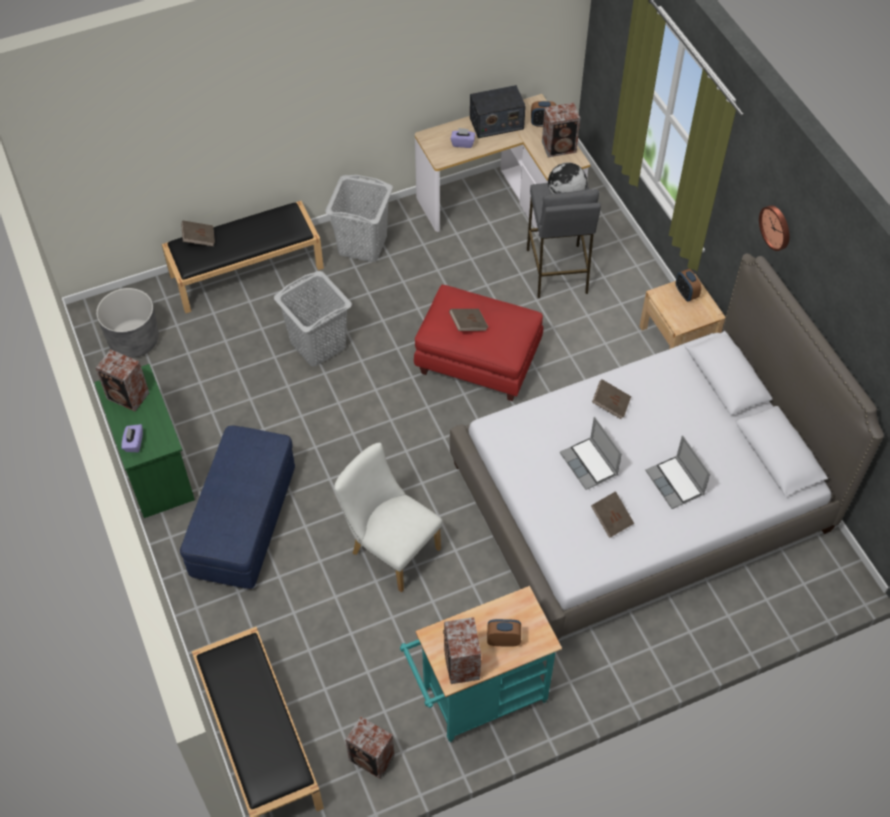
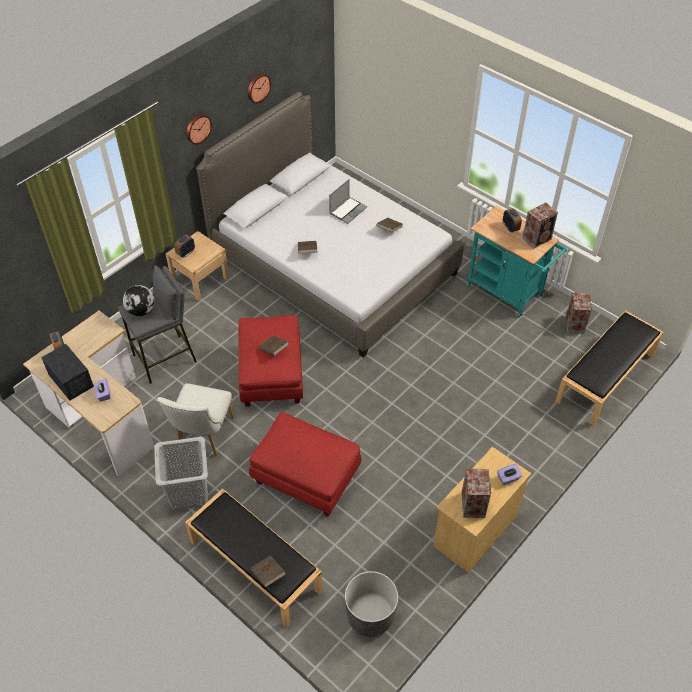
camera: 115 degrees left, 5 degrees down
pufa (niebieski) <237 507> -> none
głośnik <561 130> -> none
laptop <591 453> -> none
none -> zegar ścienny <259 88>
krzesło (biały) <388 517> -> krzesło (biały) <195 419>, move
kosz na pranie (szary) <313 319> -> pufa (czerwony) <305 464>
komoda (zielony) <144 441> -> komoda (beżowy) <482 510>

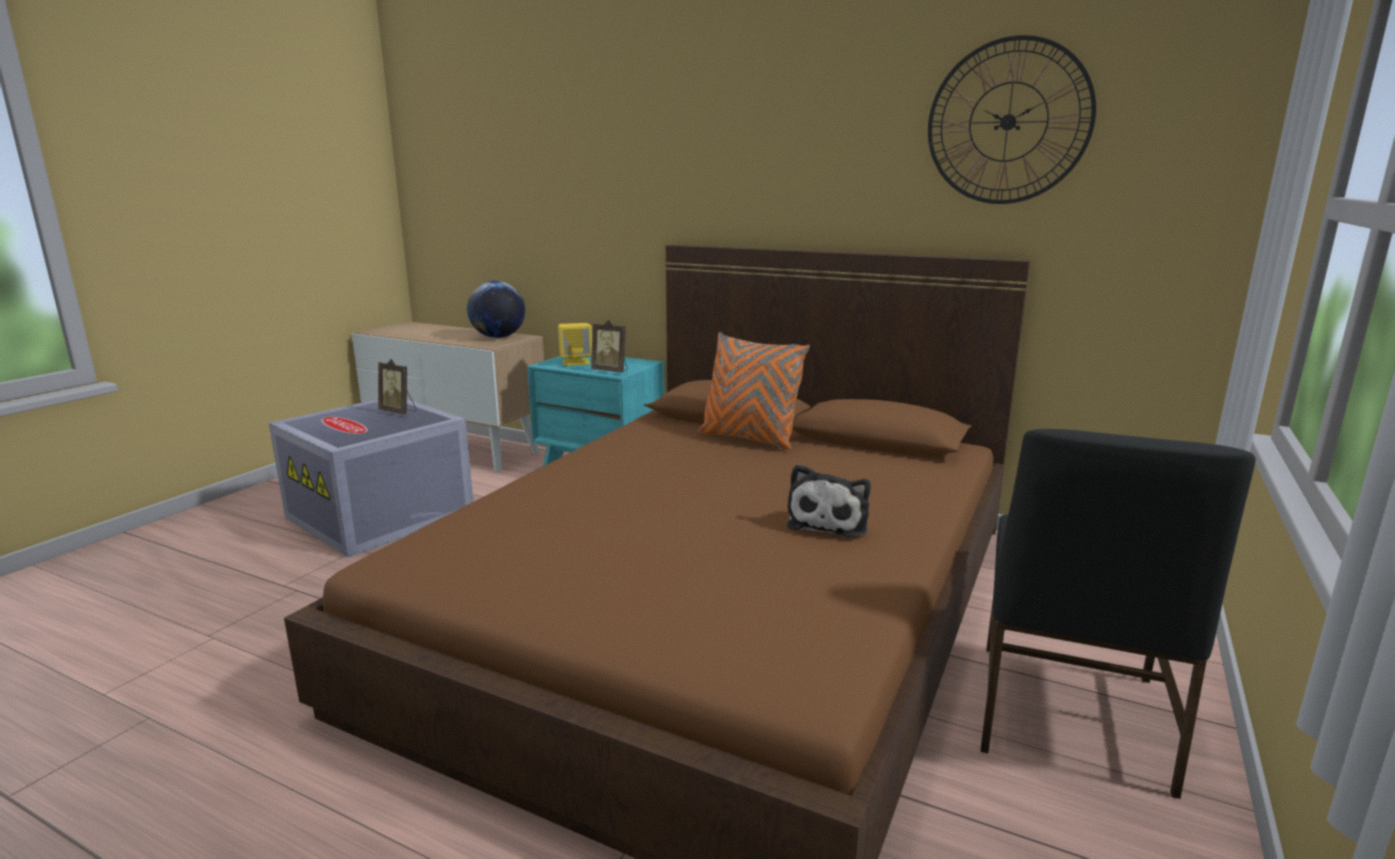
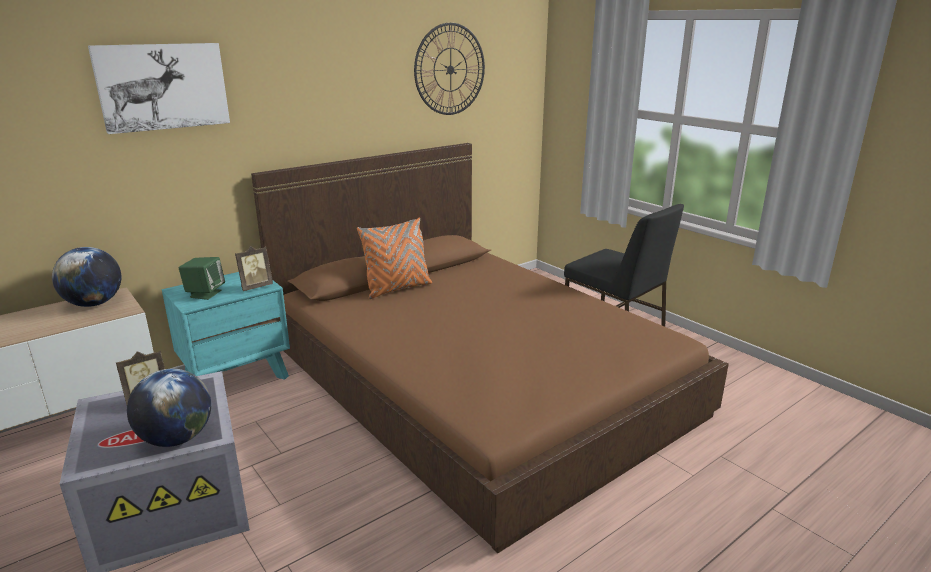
camera: 65 degrees left, 5 degrees up
pluszak <829 501> -> none
none -> obraz <159 88>
none -> globus <169 408>
głośnik (żółty) <575 344> -> głośnik (zielony) <202 278>

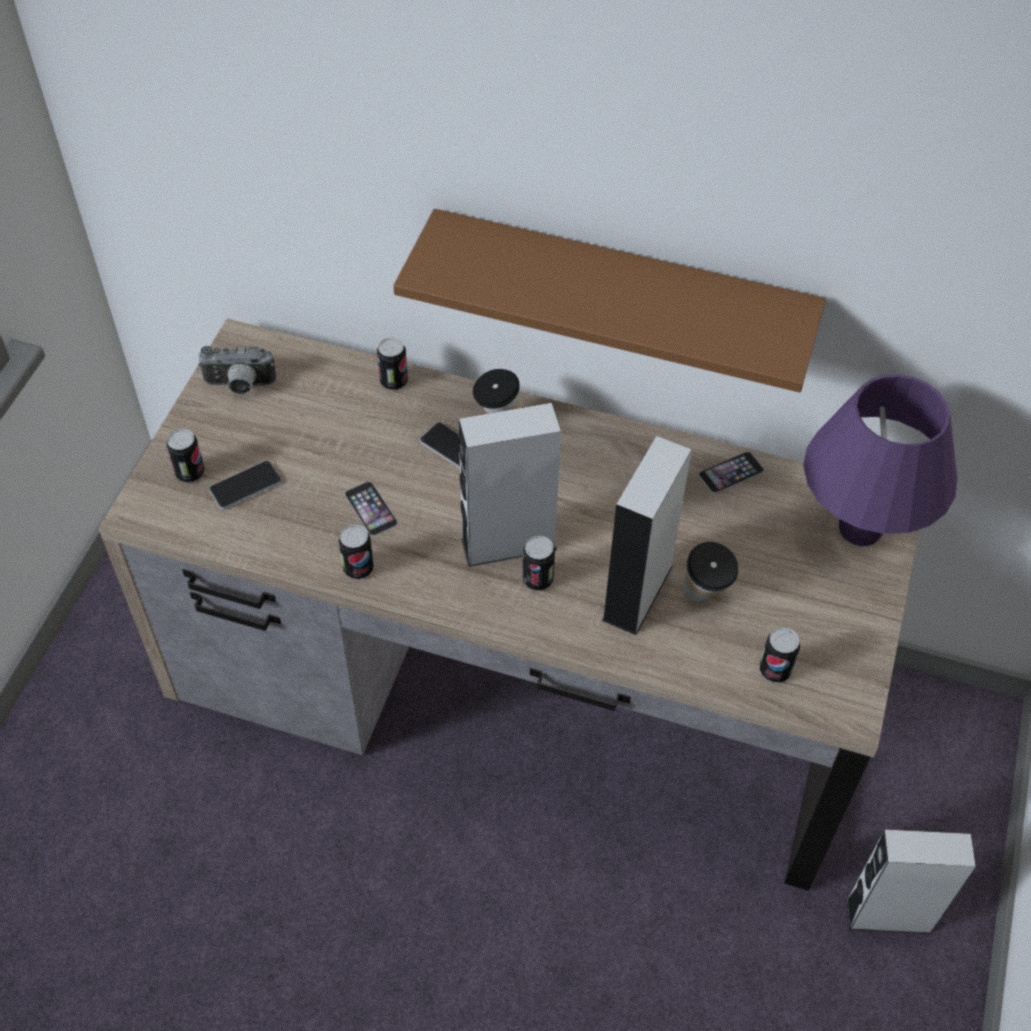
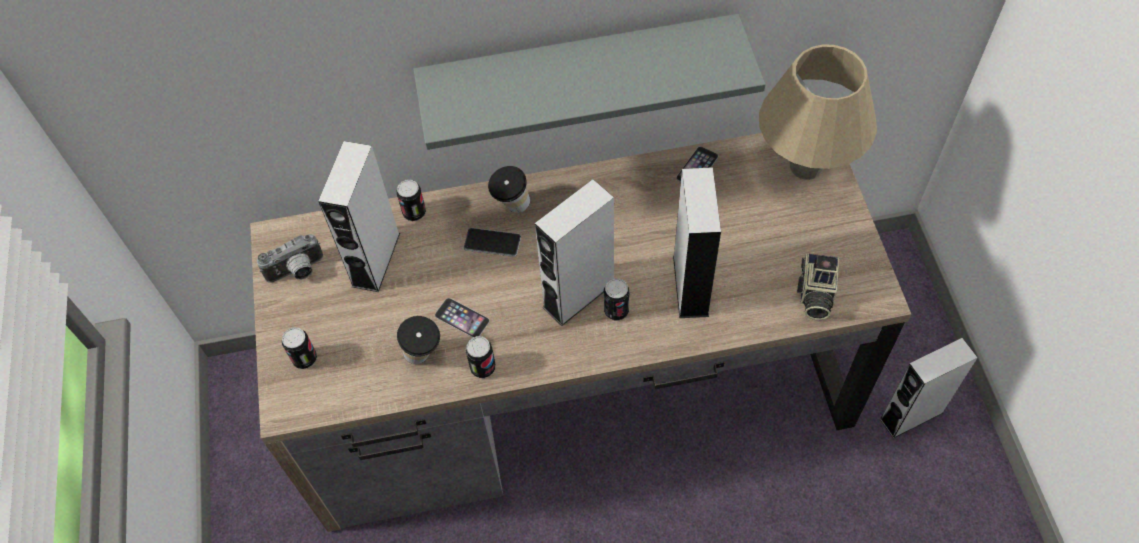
camera: 25 degrees left, 5 degrees up
telefon <245 485> -> none
none -> głośnik (szary) <359 216>
filiżanka <711 572> -> filiżanka <418 340>, move
puszka <779 655> -> aparat fotograficzny <818 286>
półka (brązowy) <609 300> -> półka (szary) <589 82>
lampa stołowa (fioletowy) <880 460> -> lampa stołowa (beżowy) <818 112>

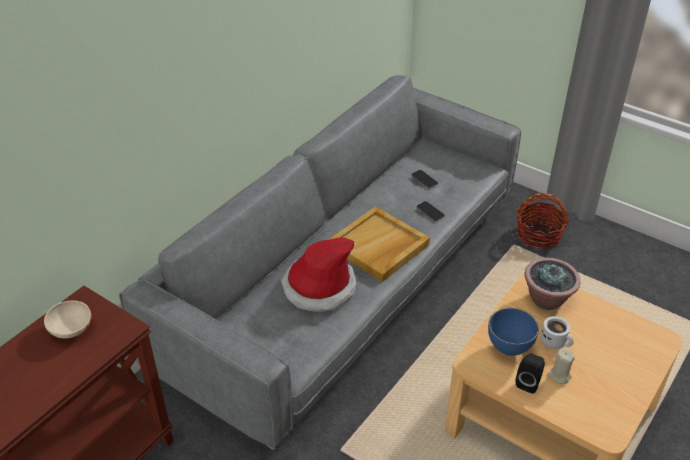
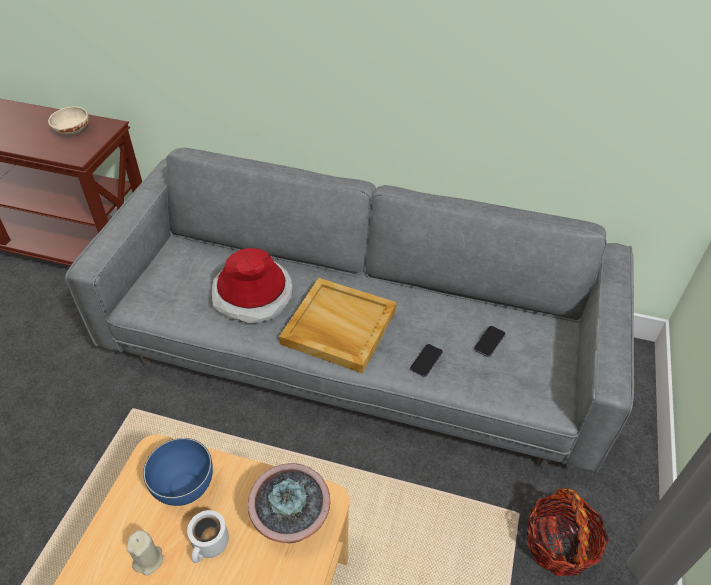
camera: 70 degrees right, 5 degrees up
głośnik (czarny) <530 373> -> none

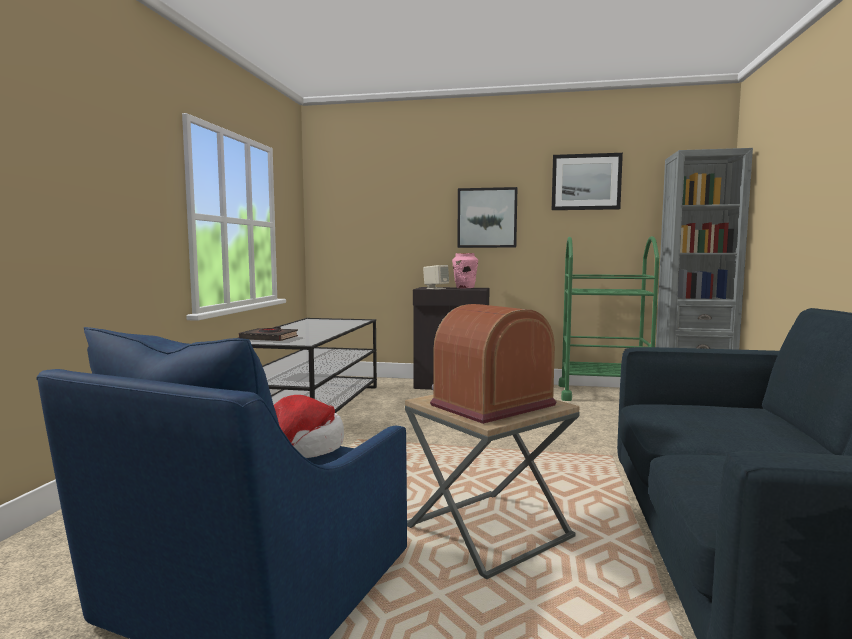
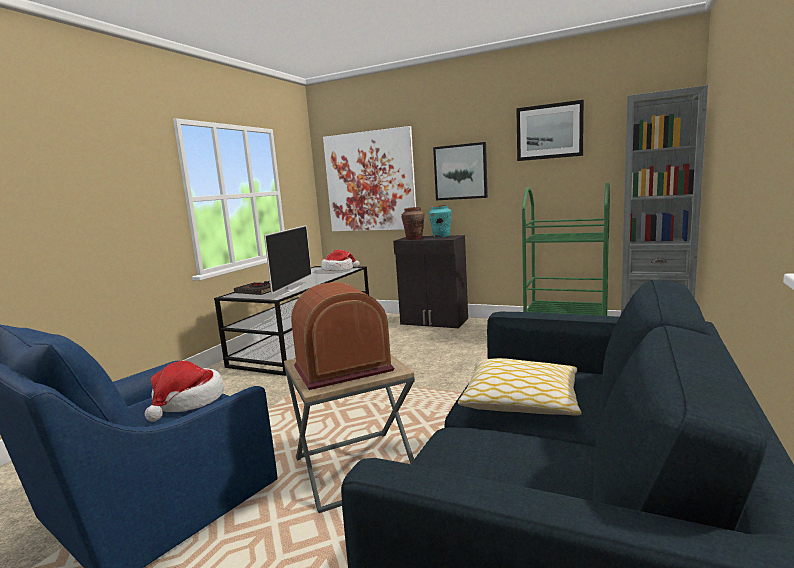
camera: 15 degrees right, 5 degrees up
none -> telewizor <288 260>
none -> kapelusz <340 260>
none -> obraz <369 178>
none -> poduszka <520 386>
głośnik (beżowy) <436 277> -> wazon (brązowy) <412 223>
wazon (różowy) <465 271> -> wazon (turkusowy) <440 221>

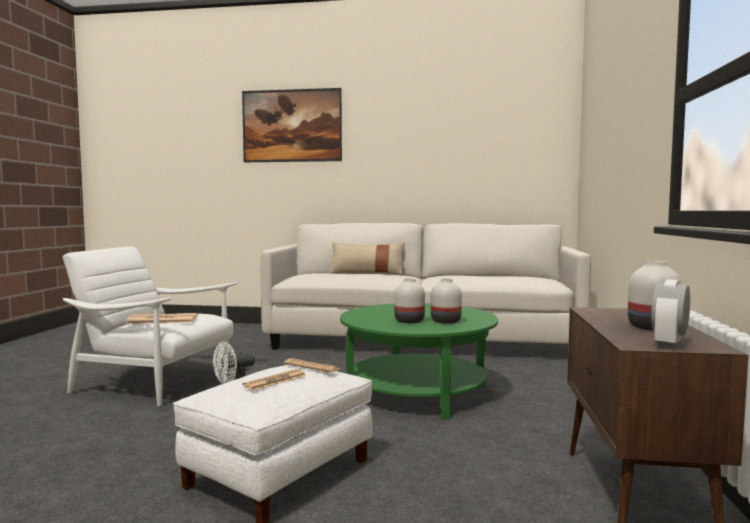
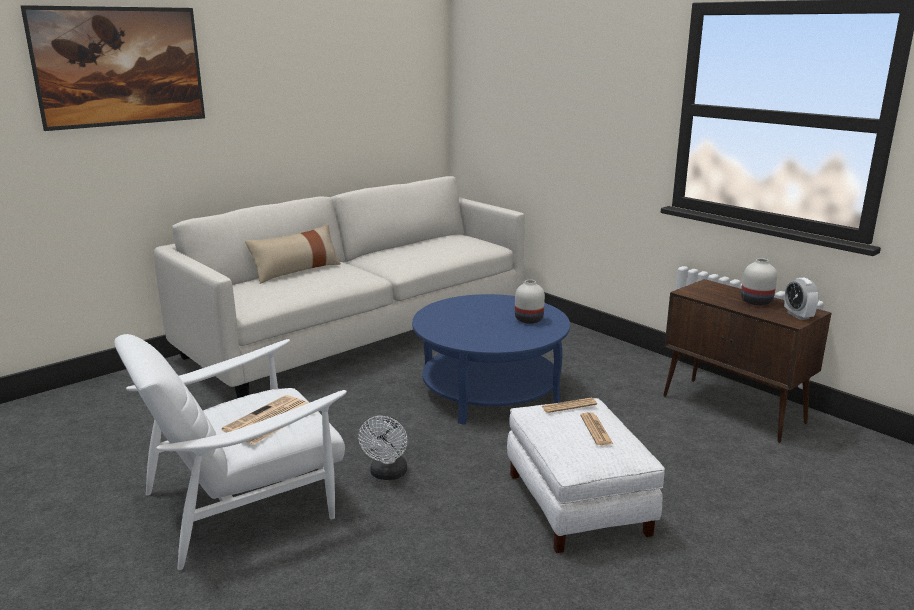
camera: 50 degrees left, 15 degrees up
wazon (biały) <409 300> -> none
ława (zielony) <419 361> -> ława (niebieski) <491 359>

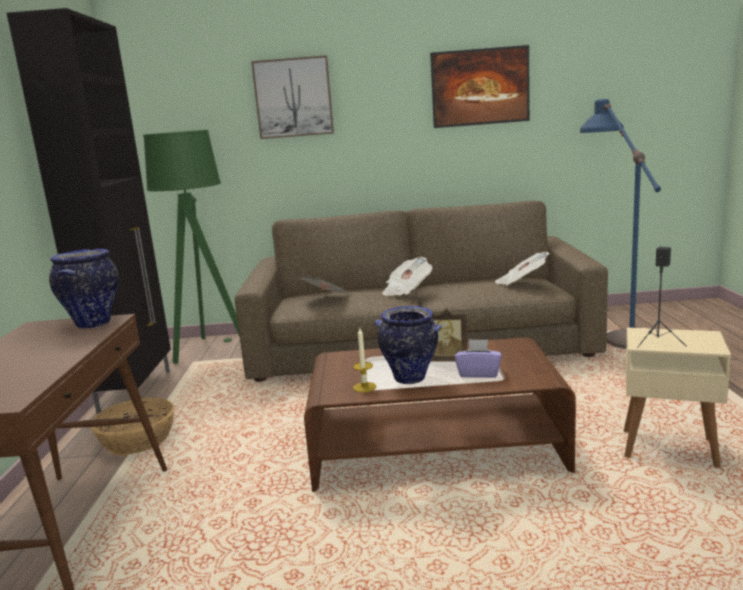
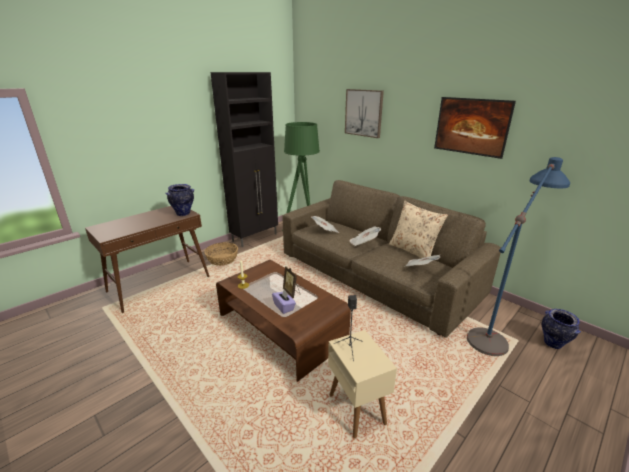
camera: 45 degrees right, 10 degrees up
none -> poduszka (beżowy) <418 232>
wazon <408 345> -> wazon <561 329>, move

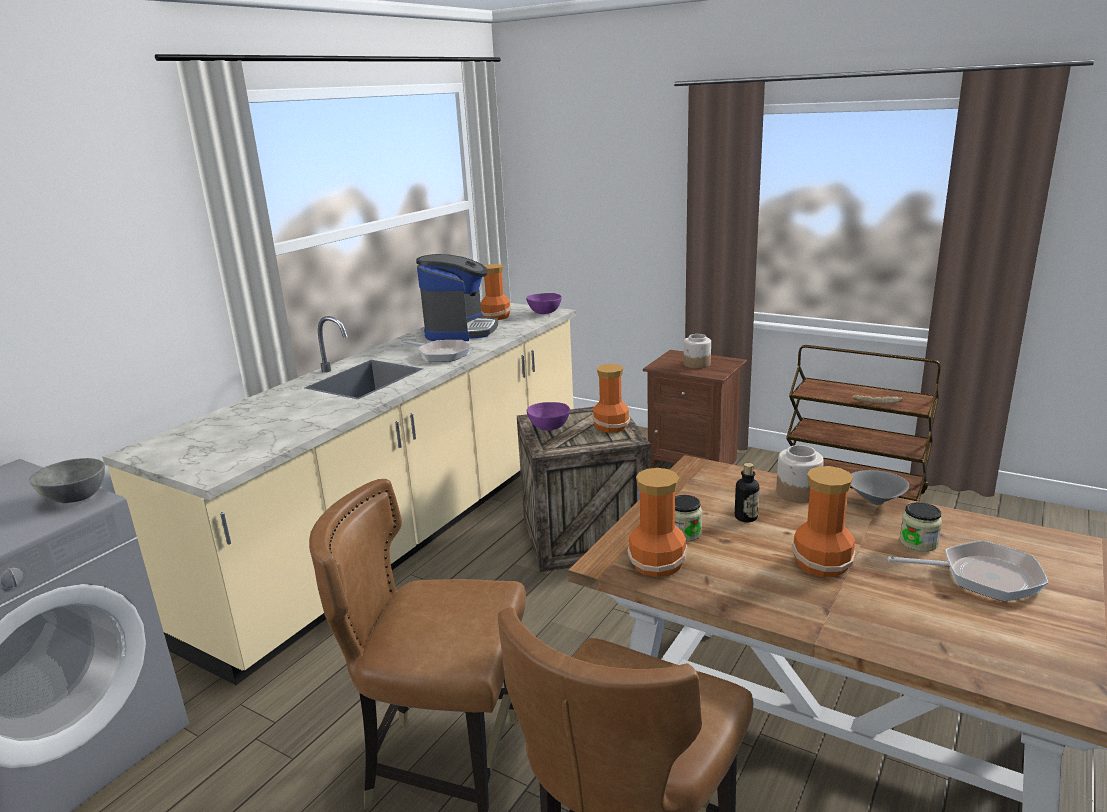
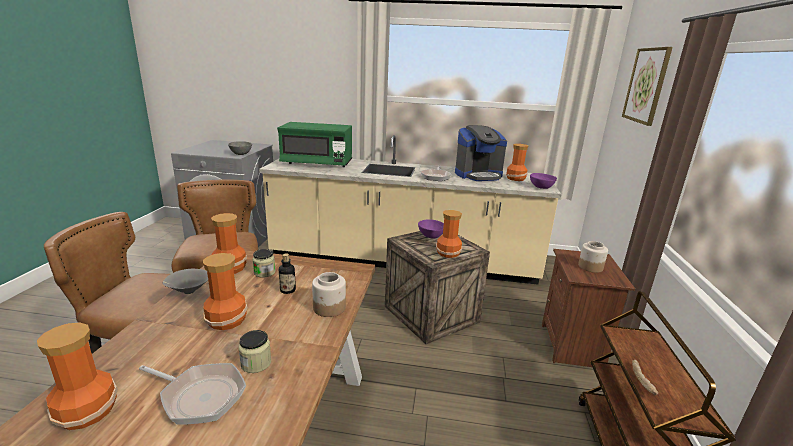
camera: 65 degrees right, 0 degrees up
none -> wazon <77 376>
none -> mikrofalówka (zielony) <314 144>
none -> obraz <647 86>
miska (szary) <880 487> -> miska (szary) <185 281>, move
patelnia <968 570> -> patelnia <192 393>, 60 degrees counterclockwise

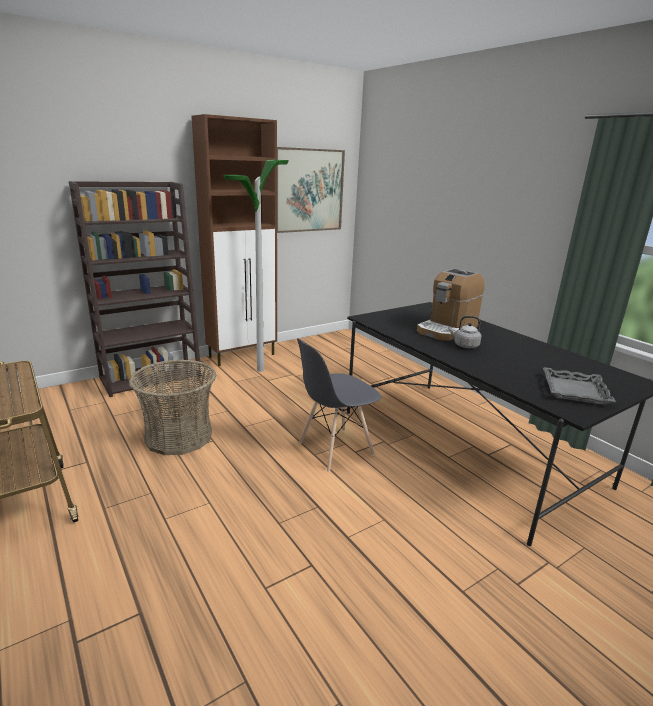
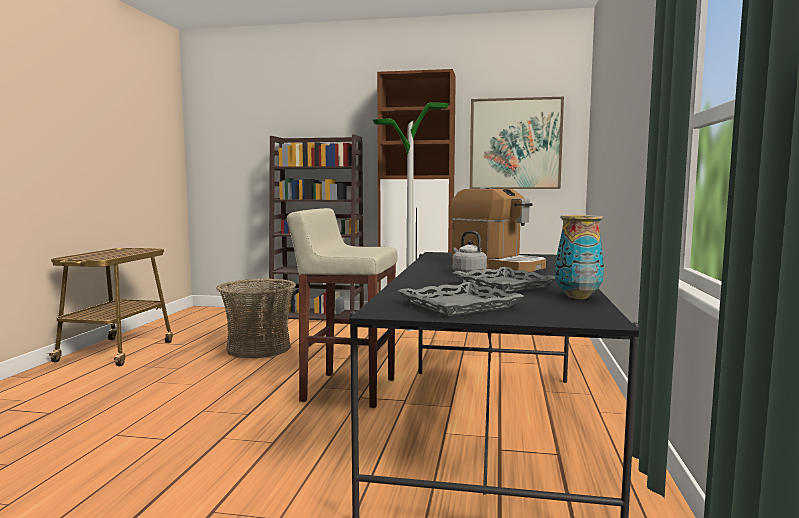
camera: 45 degrees right, 15 degrees down
none -> taca (szary) <504 280>
none -> wazon <579 257>
krzesło (szary) <339 405> -> stołek (beżowy) <342 308>
ekspres do kawy <451 304> -> ekspres do kawy <498 229>, 135 degrees counterclockwise

